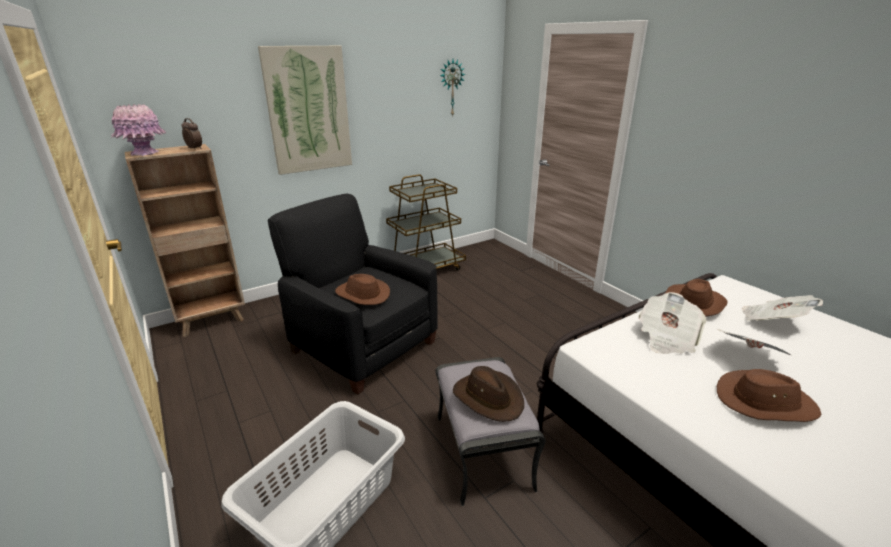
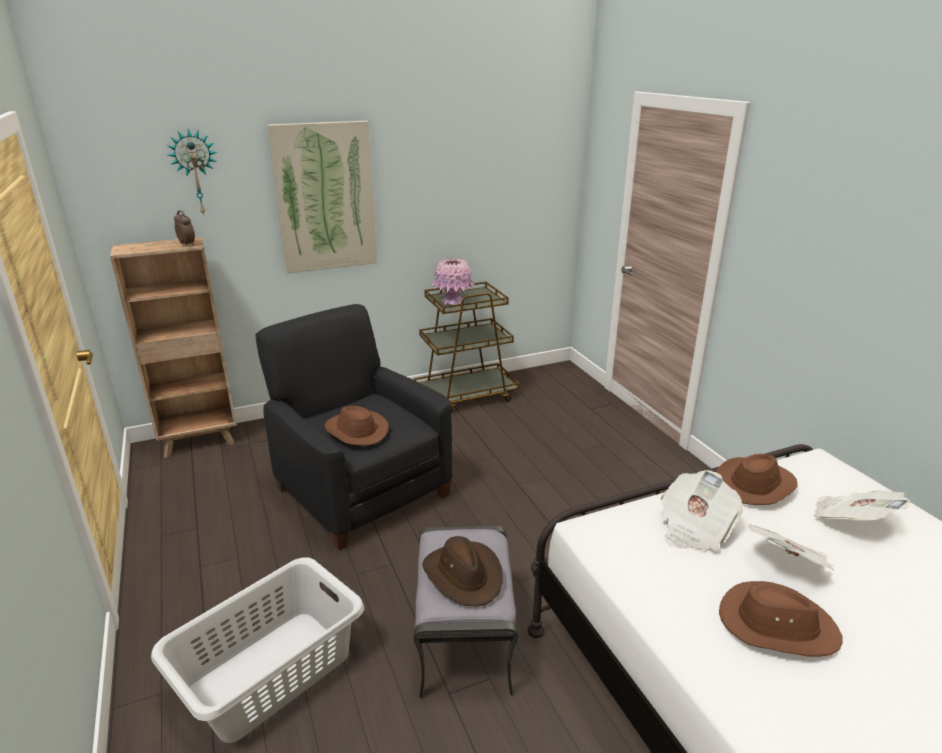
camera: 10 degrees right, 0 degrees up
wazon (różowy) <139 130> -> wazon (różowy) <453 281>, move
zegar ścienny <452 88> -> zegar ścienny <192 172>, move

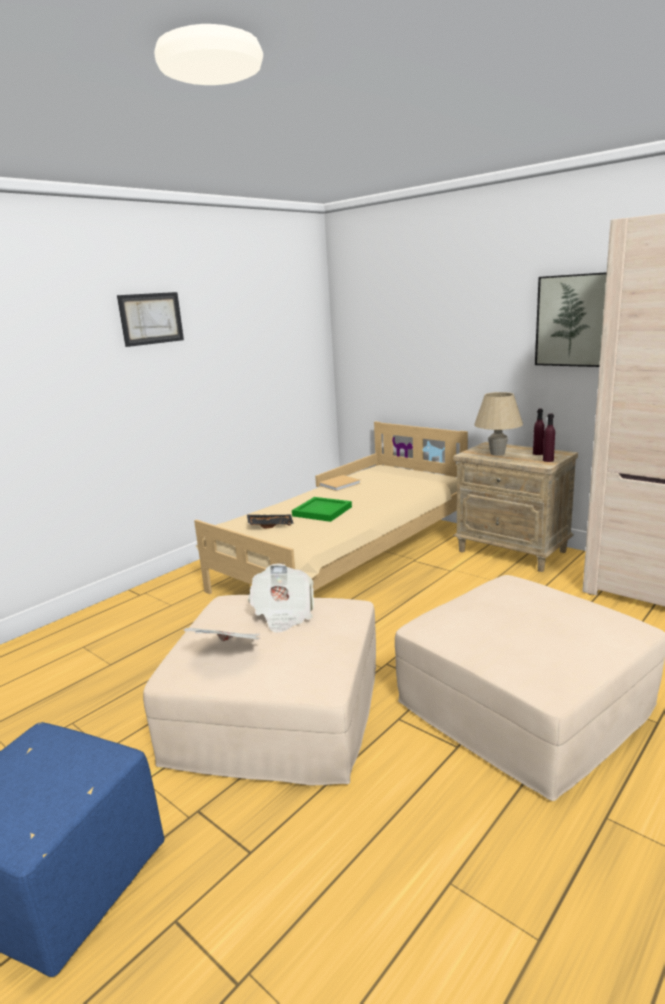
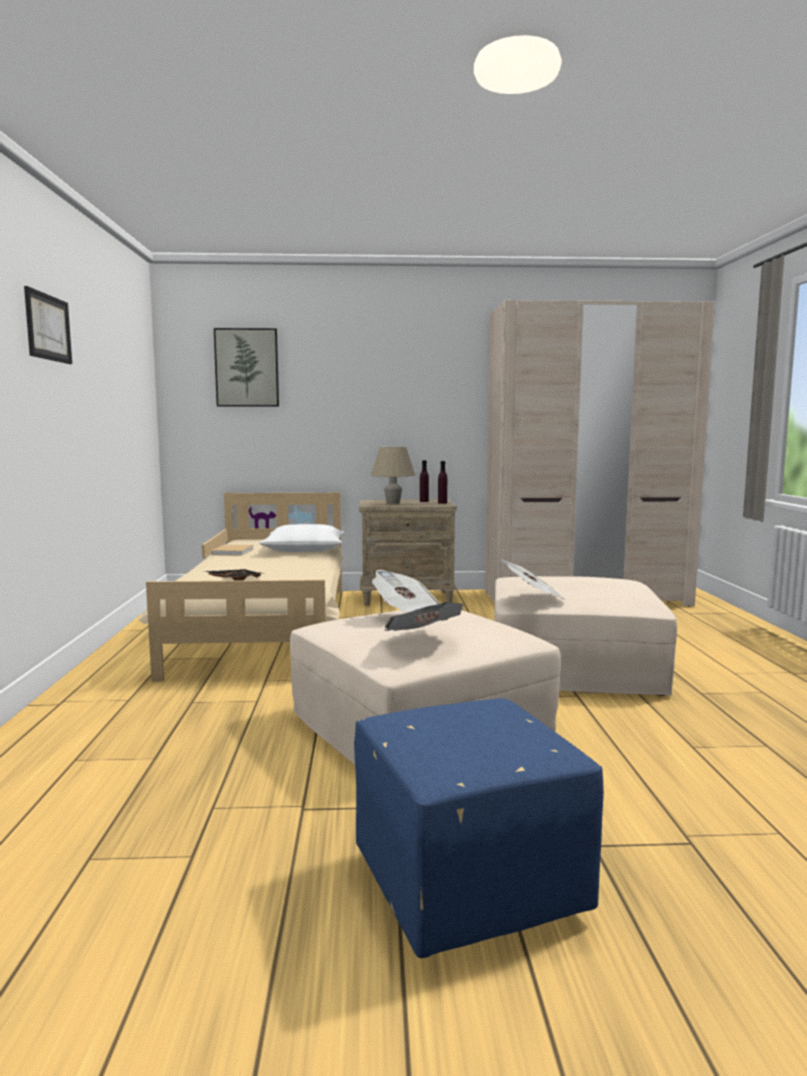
camera: 45 degrees left, 10 degrees down
taca (zielony) <322 509> -> none
none -> poduszka (biały) <301 538>
none -> gazeta <533 579>
obraz <571 319> -> obraz <246 367>, move

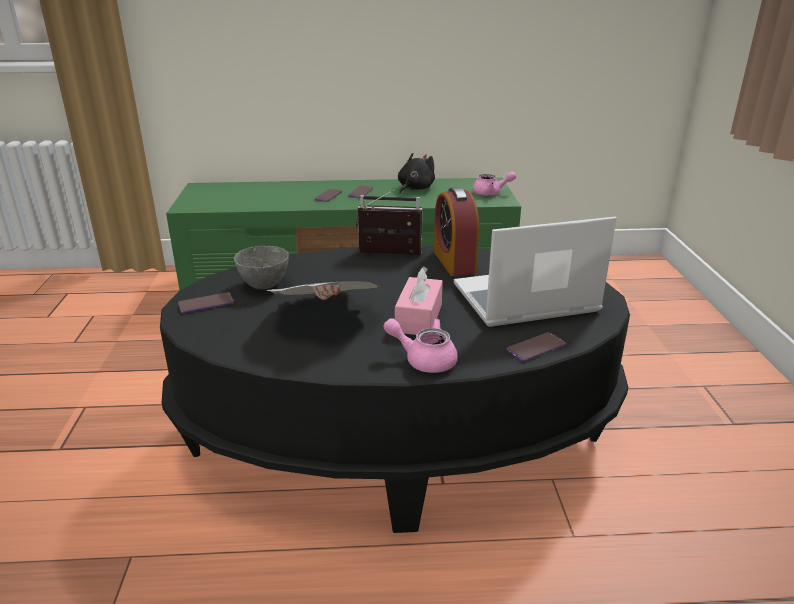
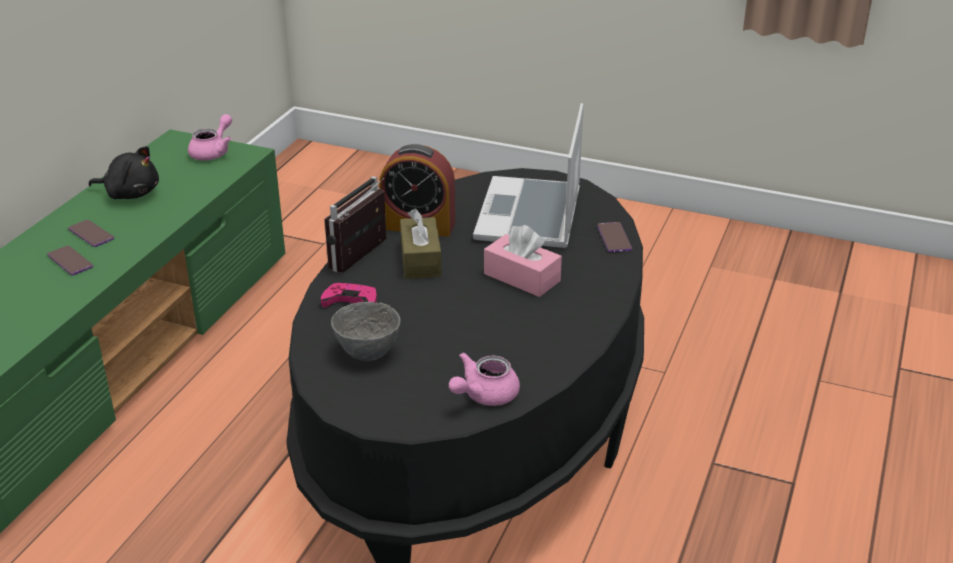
camera: 65 degrees left, 5 degrees up
telefon <206 302> -> none
gazeta <323 290> -> none
none -> pad do gier (różowy) <348 295>
none -> pudełko chusteczek (brązowy) <421 244>
imbryk (różowy) <421 345> -> imbryk (różowy) <484 379>, move
pluszak (czarny) <416 173> -> pluszak (czarny) <124 172>, 135 degrees clockwise

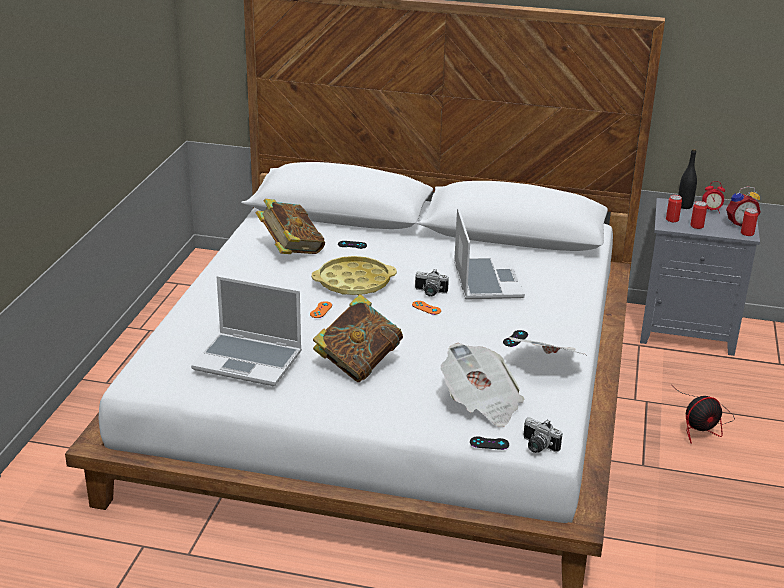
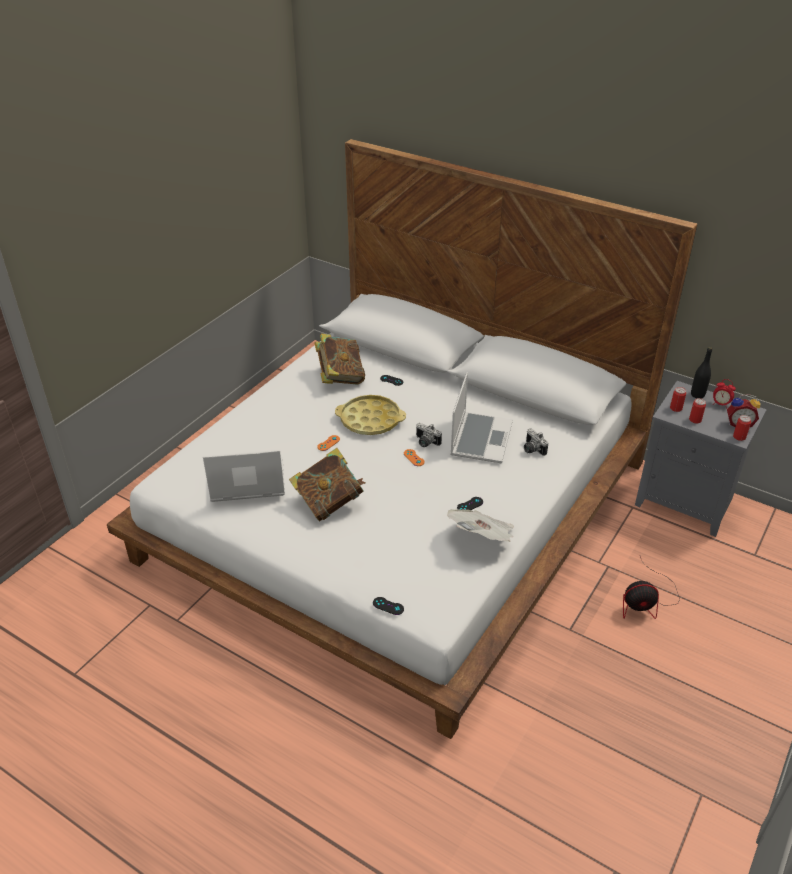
camera: 20 degrees right, 10 degrees up
gazeta <482 385> -> none
aparat fotograficzny <543 435> -> aparat fotograficzny <536 442>, move
laptop <246 331> -> laptop <244 476>, 135 degrees clockwise

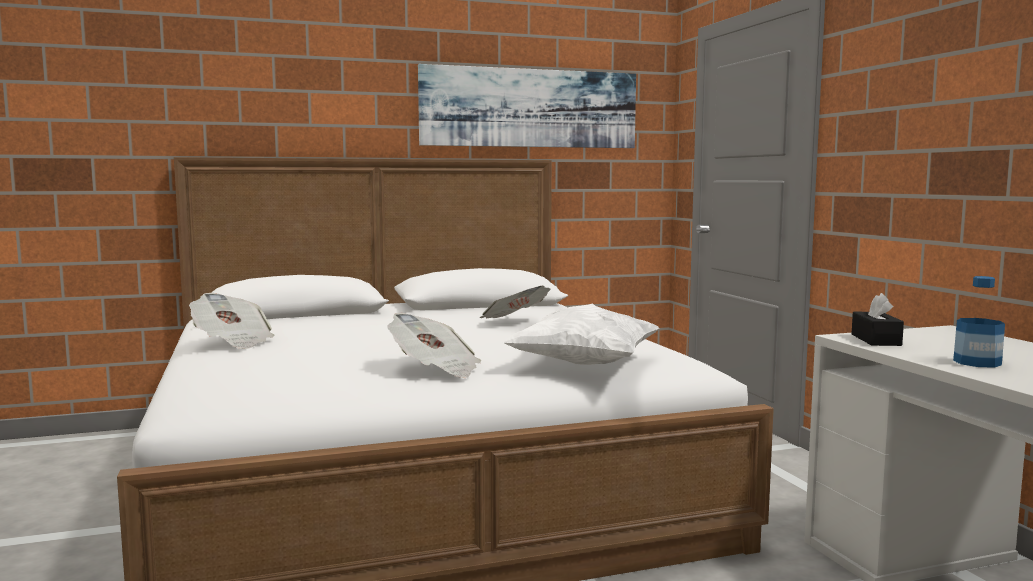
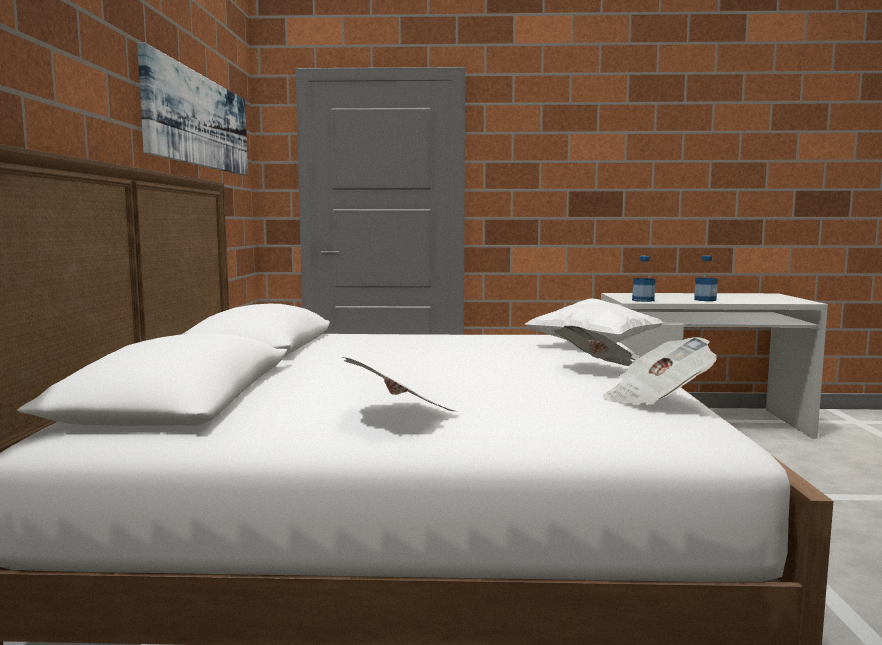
camera: 70 degrees left, 0 degrees up
gazeta <515 302> -> gazeta <660 371>, move
pudełko chusteczek (czarny) <878 319> -> butelka <643 279>

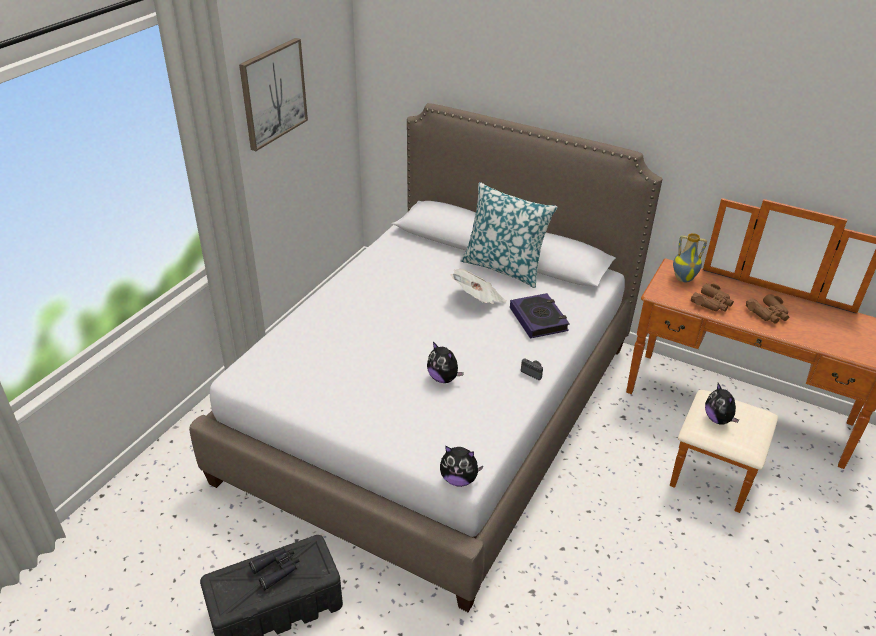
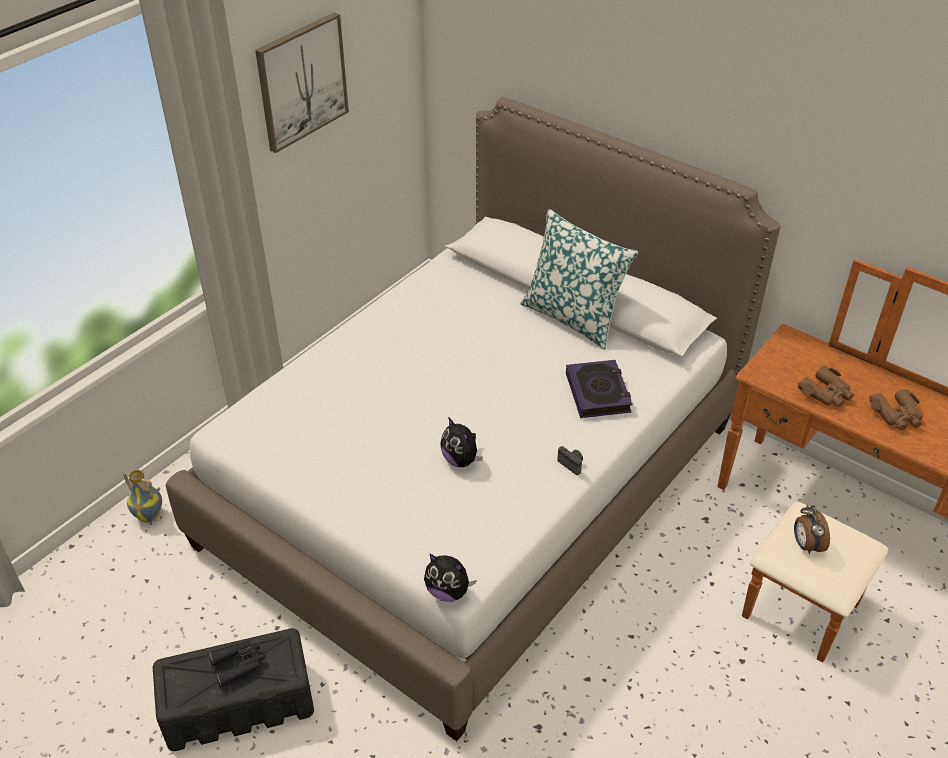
camera: 10 degrees right, 5 degrees up
gazeta <478 286> -> none
wazon <690 257> -> wazon <142 496>, move
pluszak <722 404> -> budzik <812 529>

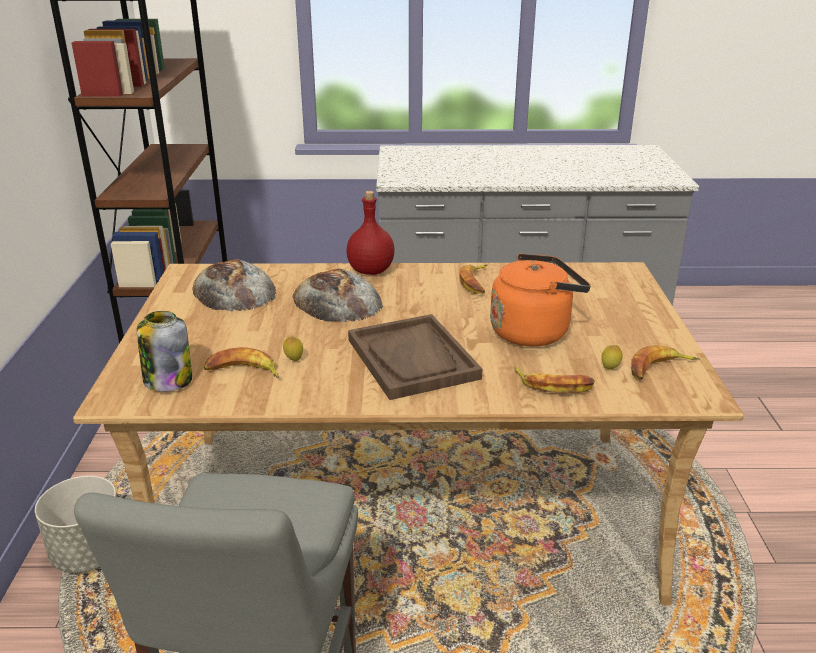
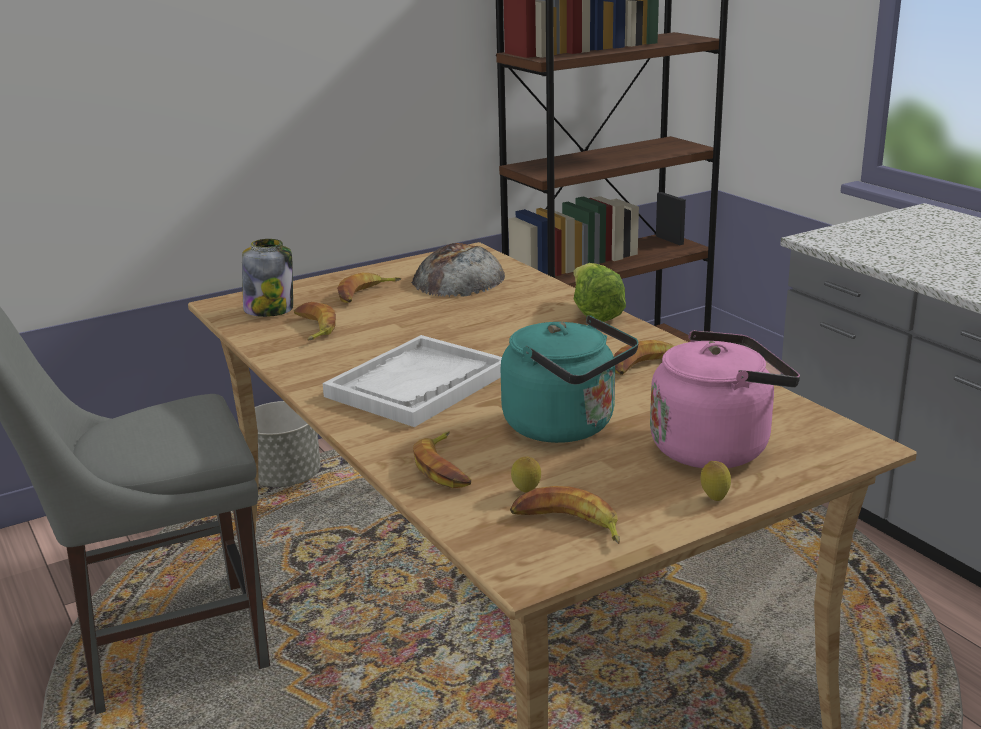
camera: 60 degrees right, 5 degrees down
chleb <338 295> -> none
none -> banan <369 288>
none -> czajnik (różowy) <725 399>
cytryna <293 348> -> cytryna <715 481>, move
butelka (czerwony) <370 233> -> sałata <599 292>
taca (brązowy) <415 357> -> taca (biały) <412 381>
czajnik (pomarańczowy) <540 300> -> czajnik (turkusowy) <570 379>

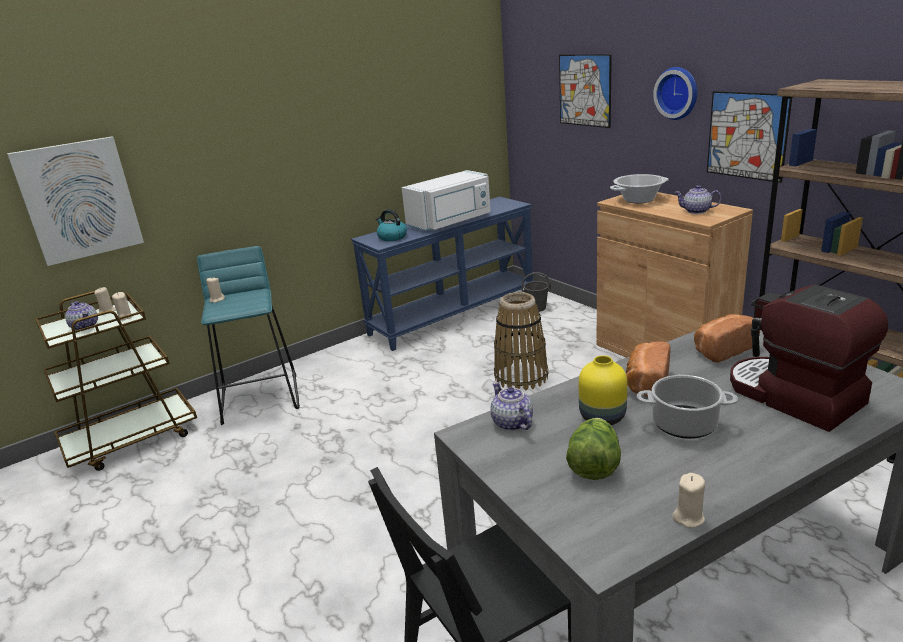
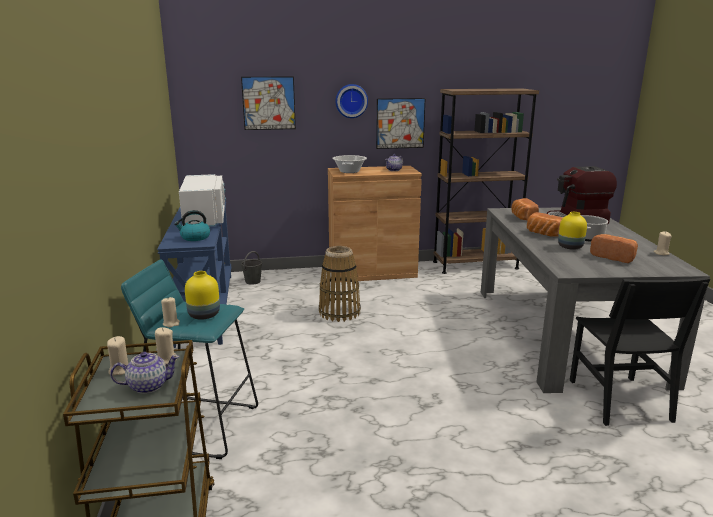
camera: 65 degrees left, 5 degrees down
obraz <75 201> -> none
imbryk <512 406> -> none
none -> wazon (żółty) <202 295>
sałata <593 449> -> chleb <614 248>

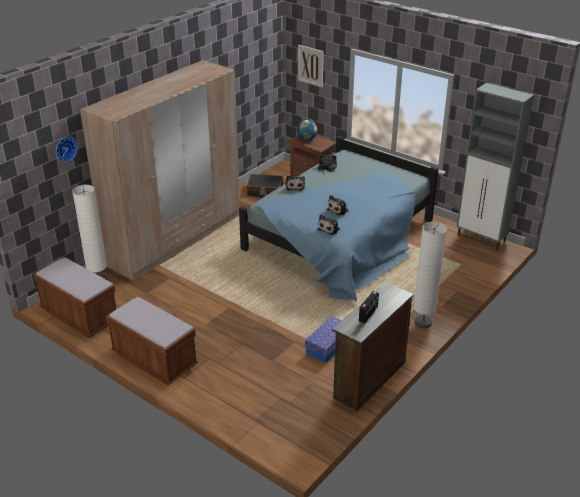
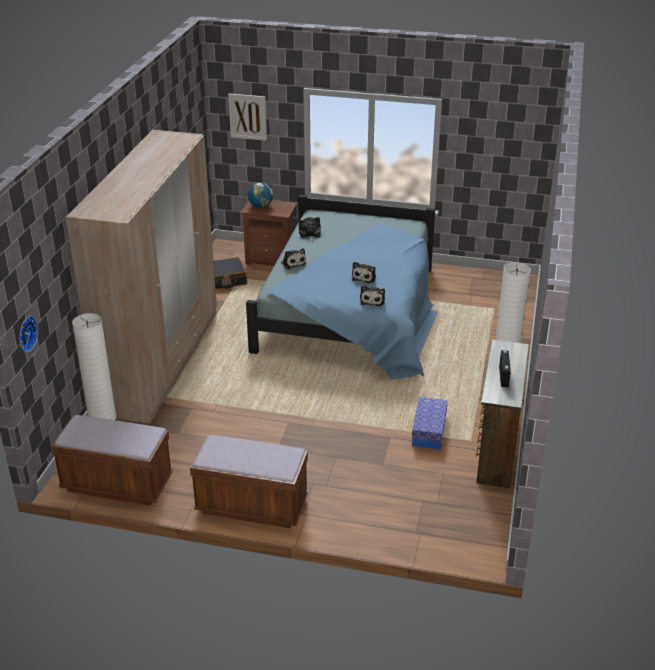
camera: 25 degrees left, 0 degrees up
szafka (szary) <495 166> -> none
zegar ścienny <67 149> -> zegar ścienny <28 334>, move

